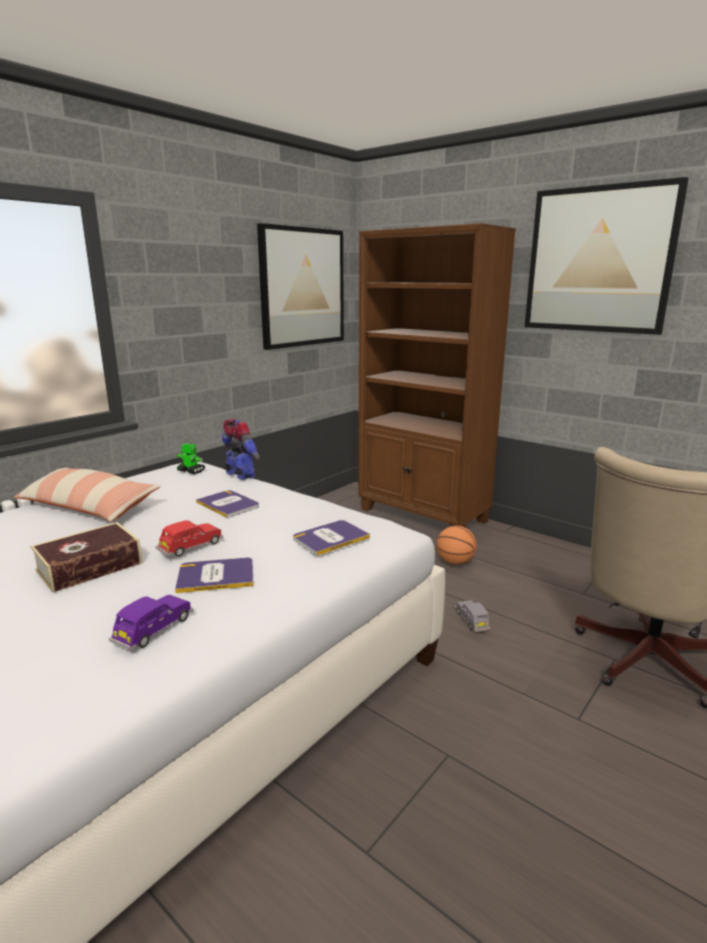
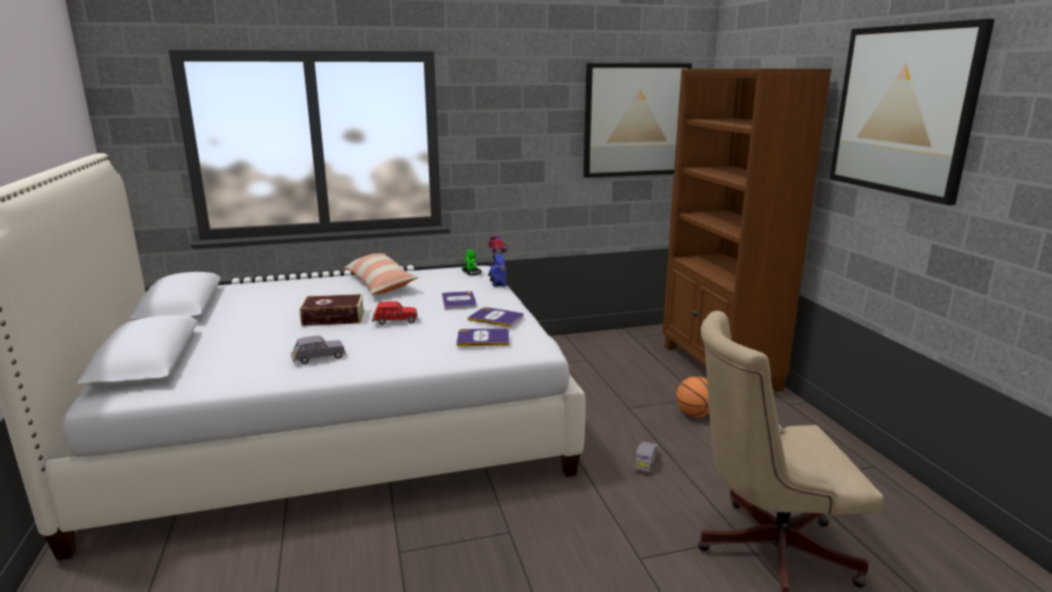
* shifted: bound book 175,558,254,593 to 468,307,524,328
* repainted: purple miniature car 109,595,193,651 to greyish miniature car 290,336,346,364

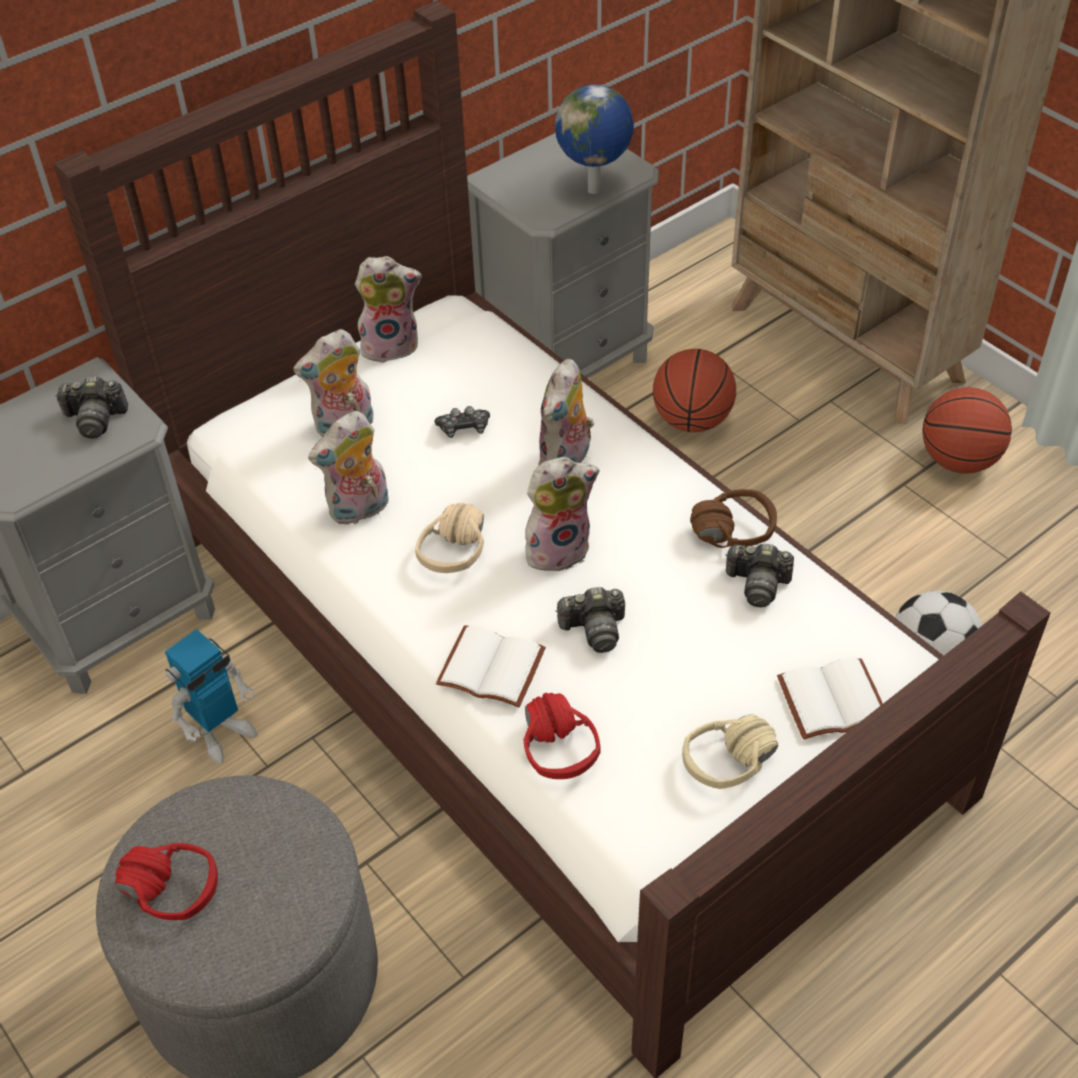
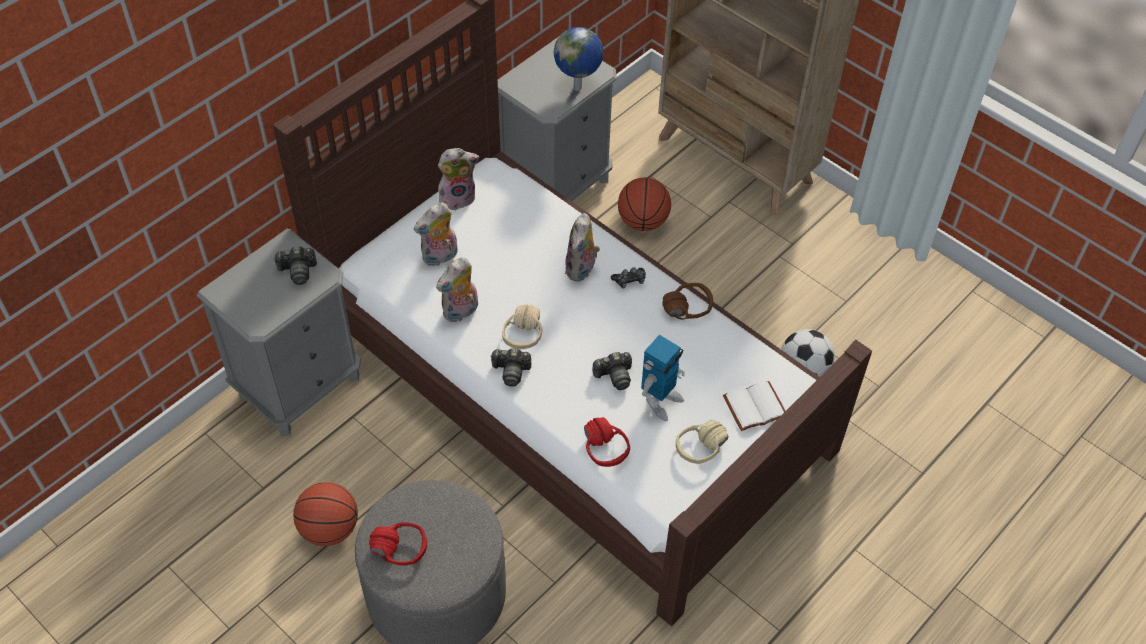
* gone: white bound book 436,625,546,707
* gone: cuddly toy 525,457,600,575
* shifted: robot figure 165,629,258,764 to 641,335,685,421
* shifted: gamepad 435,406,490,438 to 611,267,646,289
* shifted: still camera 725,543,794,607 to 490,348,531,387
* shifted: ball for basketball 922,387,1012,473 to 293,482,358,546

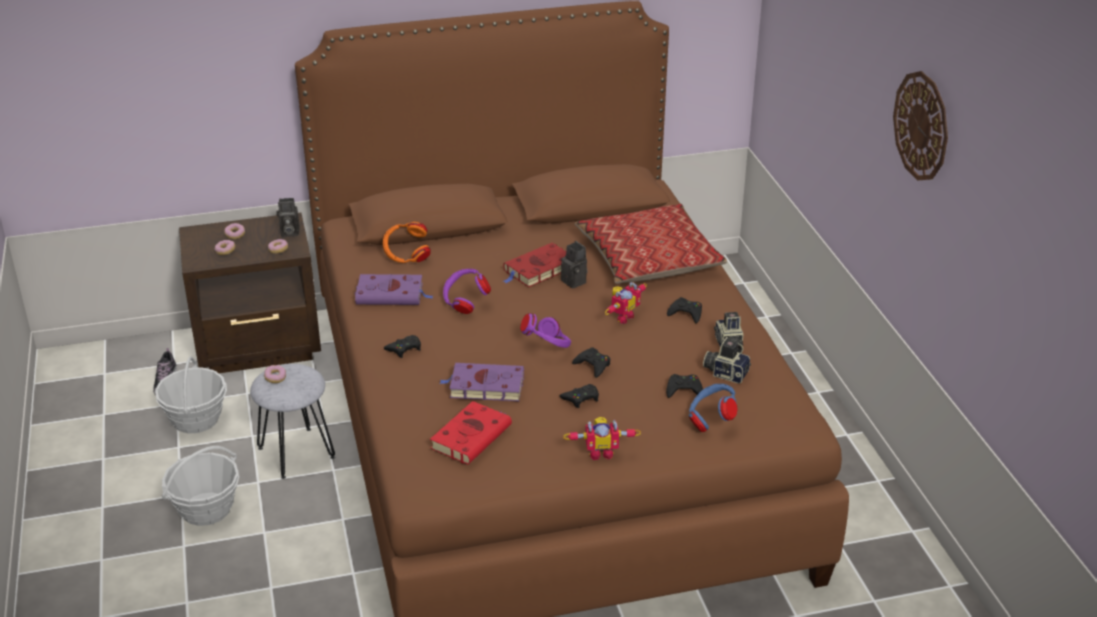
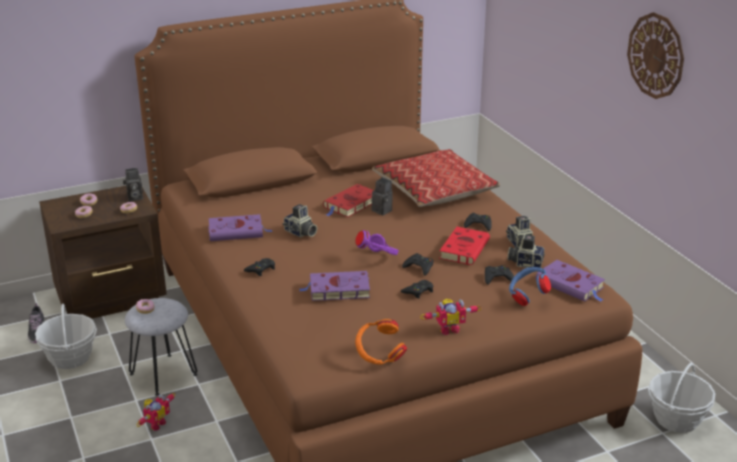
* new: purple bound book 536,260,605,302
* shifted: household basket 162,446,239,526 to 648,363,716,433
* shifted: orangey headset 383,222,431,263 to 355,319,407,364
* shifted: red-coloured bound book 430,401,512,464 to 439,227,490,265
* shifted: robot figure 605,282,647,324 to 137,393,175,431
* swapped: purple headset 443,269,491,314 to still camera 282,204,317,238

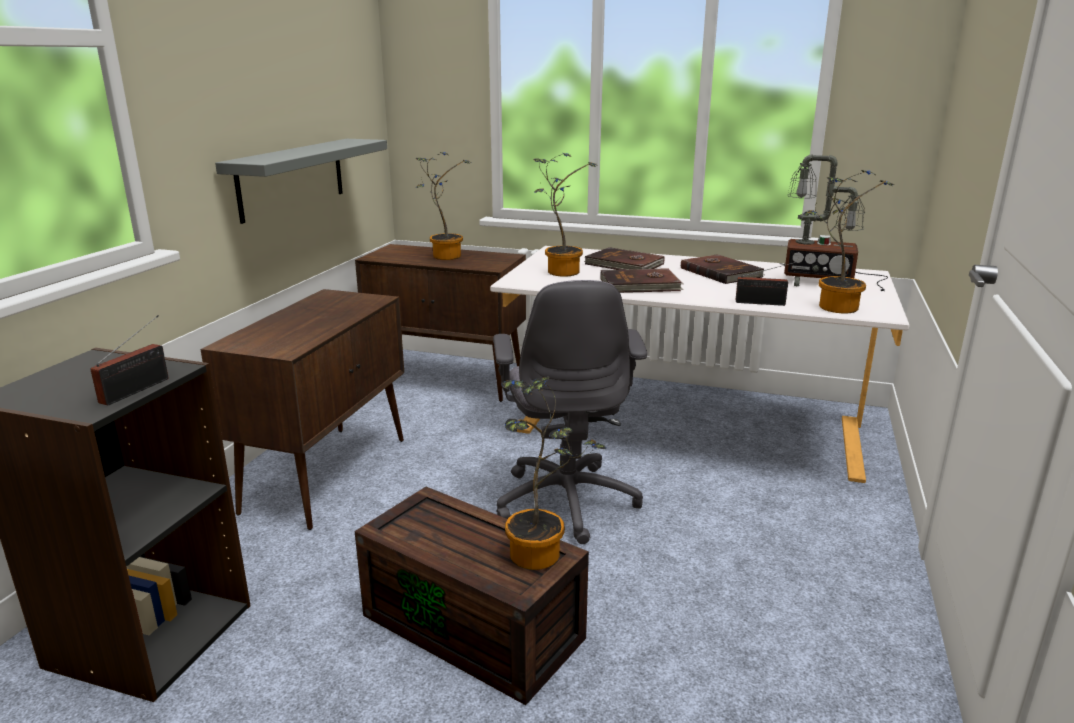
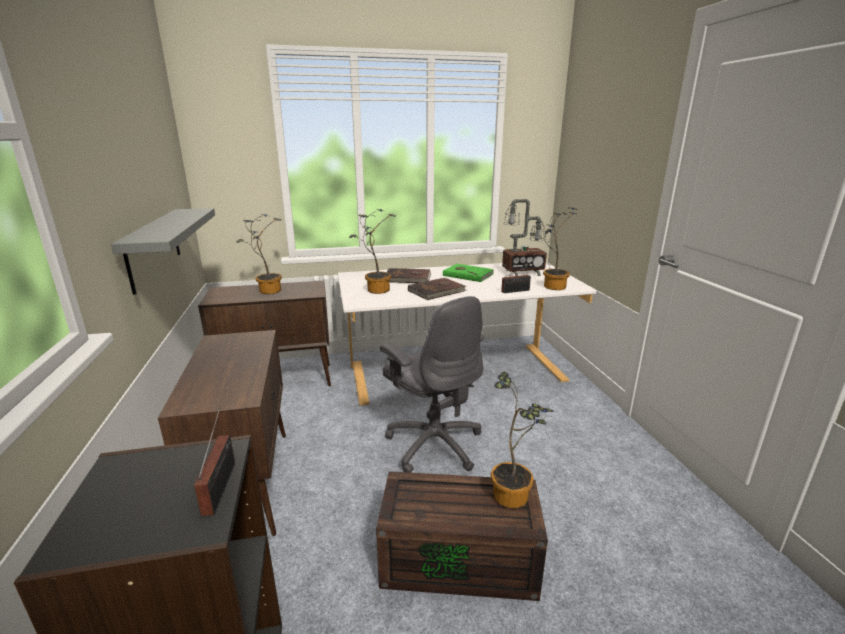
* repainted: brownish bound book 681,254,764,284 to greenish bound book 443,264,494,282

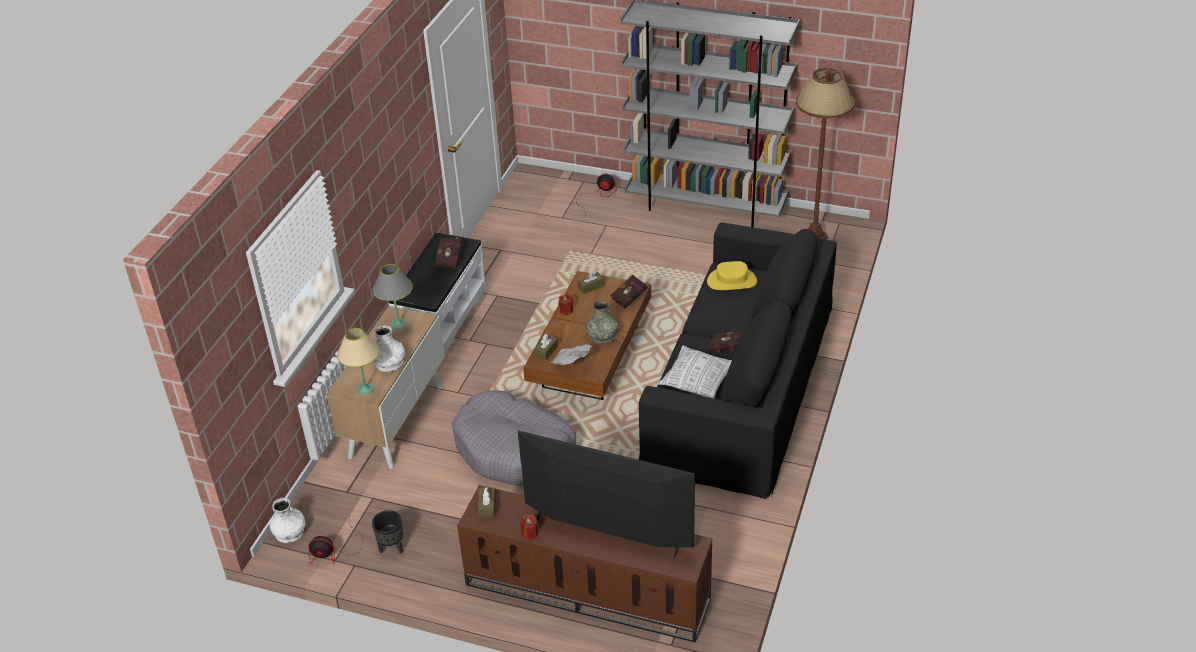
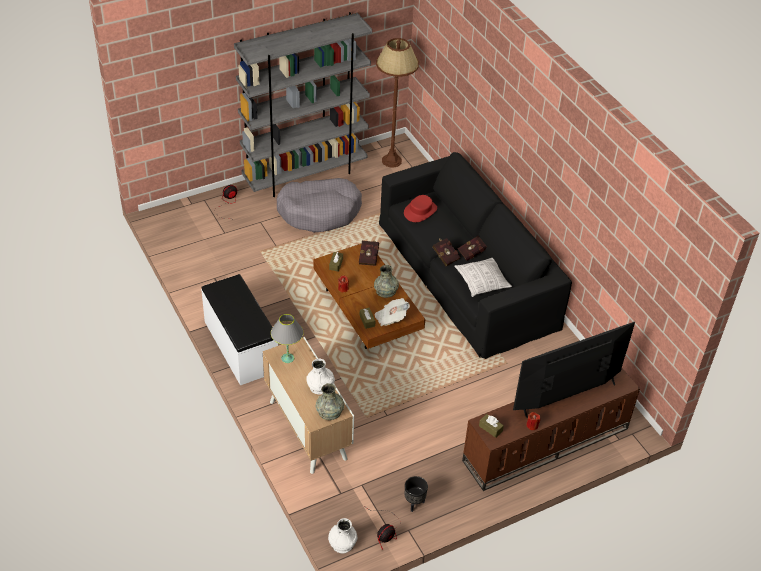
* shifted: red-coloured bound book 435,238,462,268 to 433,238,460,266
* shifted: greyish dog bed 452,390,576,486 to 276,178,362,232
* swapped: sand-coloured table lamp 337,328,379,395 to greyish decorative vase 316,383,344,420
* repainted: yellow hat 707,261,757,290 to red-coloured hat 404,195,437,222

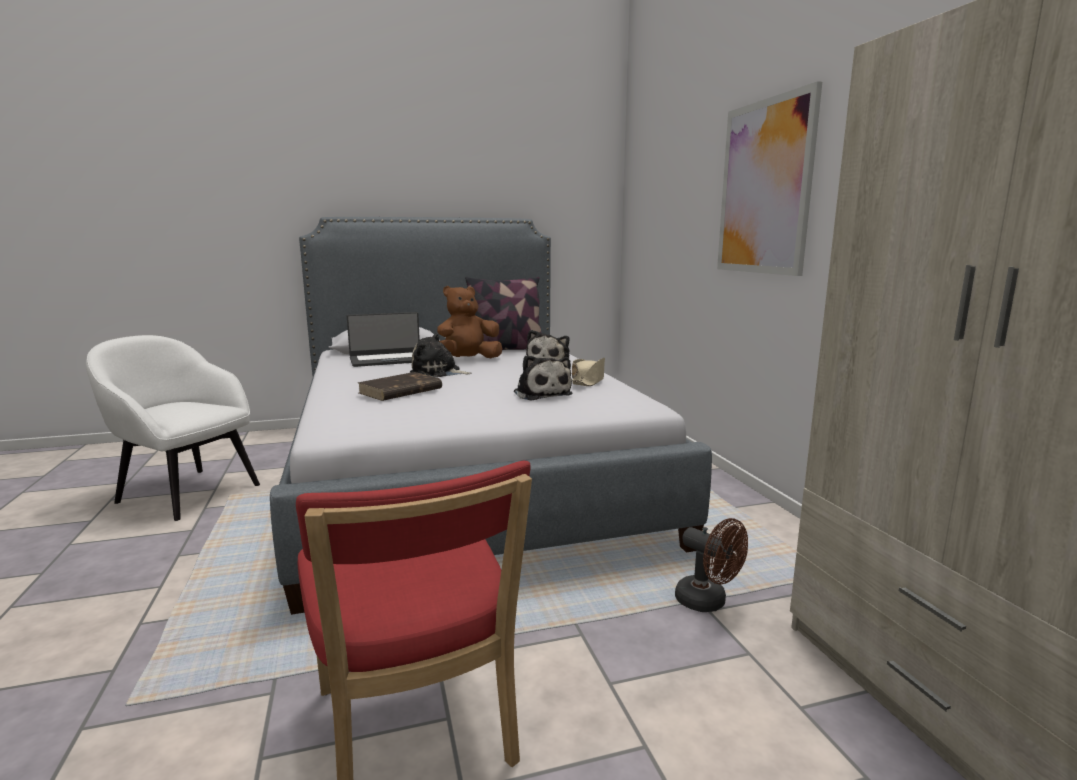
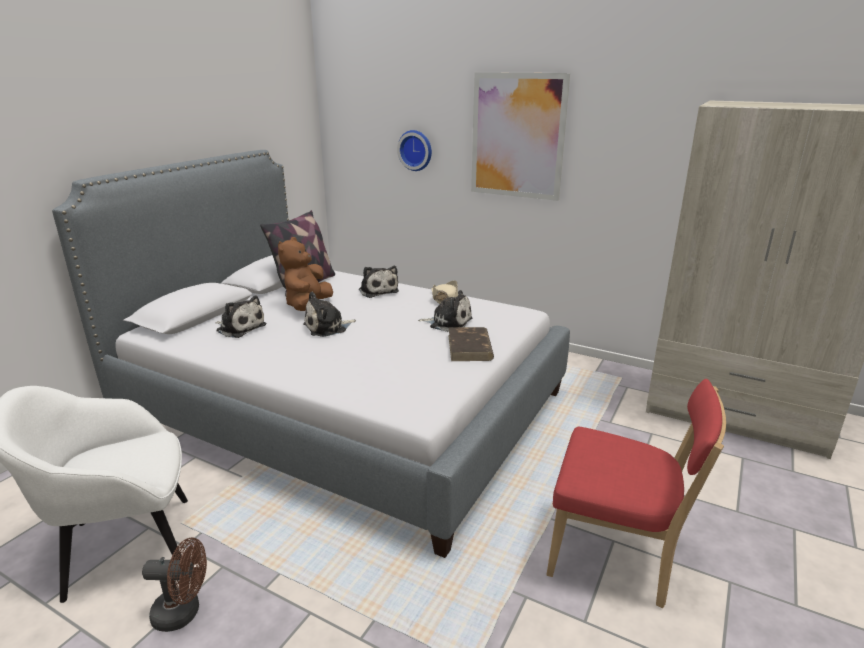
* new: wall clock 397,130,432,171
* shifted: brownish bound book 357,372,442,401 to 448,327,494,361
* shifted: brownish cooling fan 675,518,748,612 to 142,537,207,632
* swapped: notebook computer 347,312,420,367 to cuddly toy 215,296,266,338

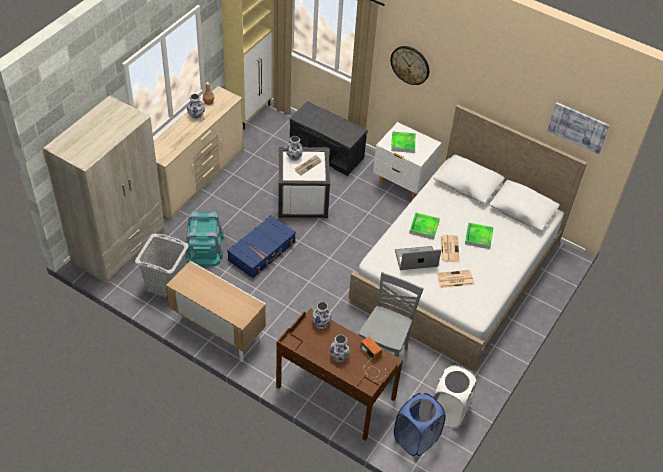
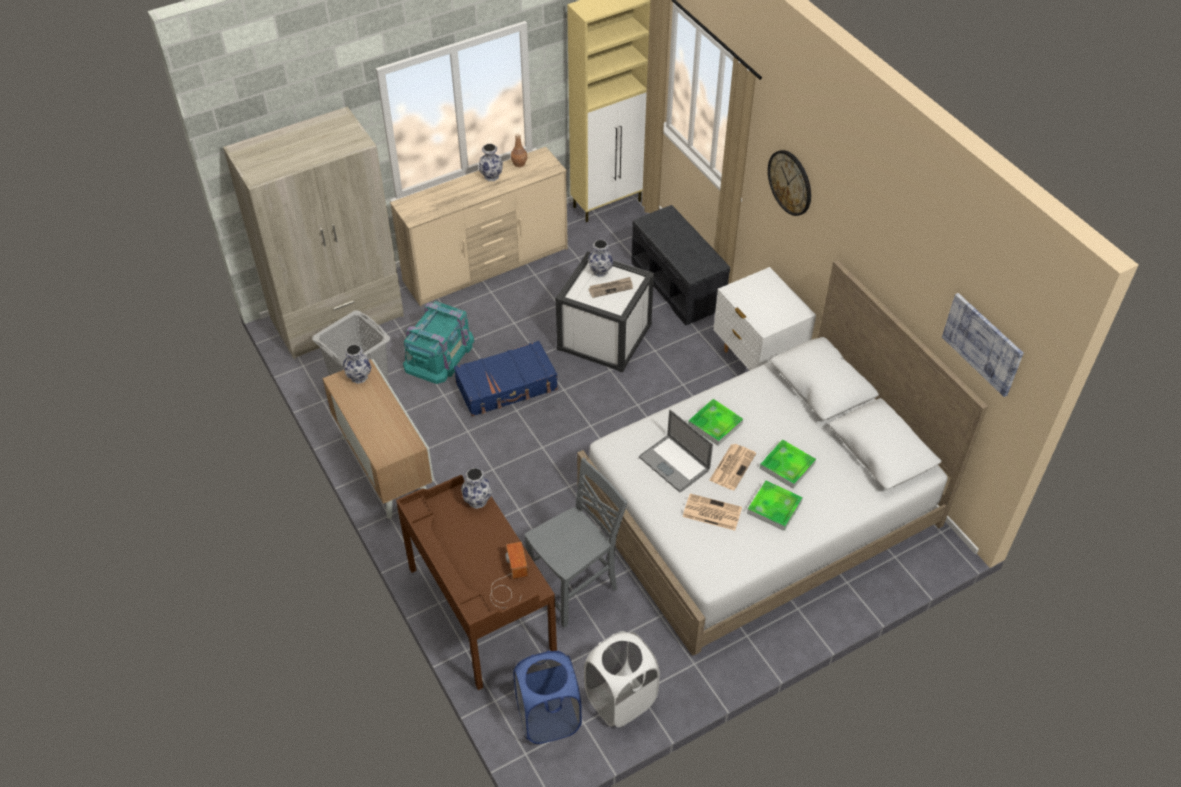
* shifted: decorative vase 330,335,350,362 to 343,344,371,384
* shifted: tray 391,131,416,153 to 747,481,803,531
* rotated: notebook computer 395,246,441,270 = 639,409,713,492 150 degrees counterclockwise

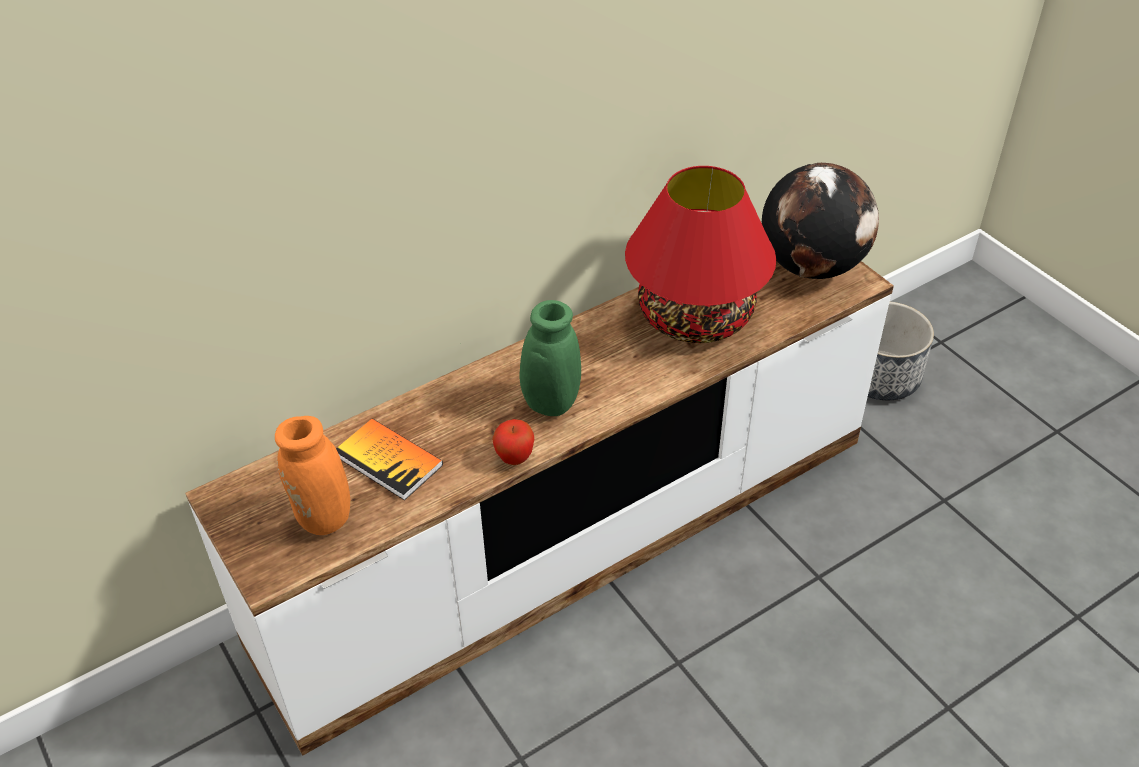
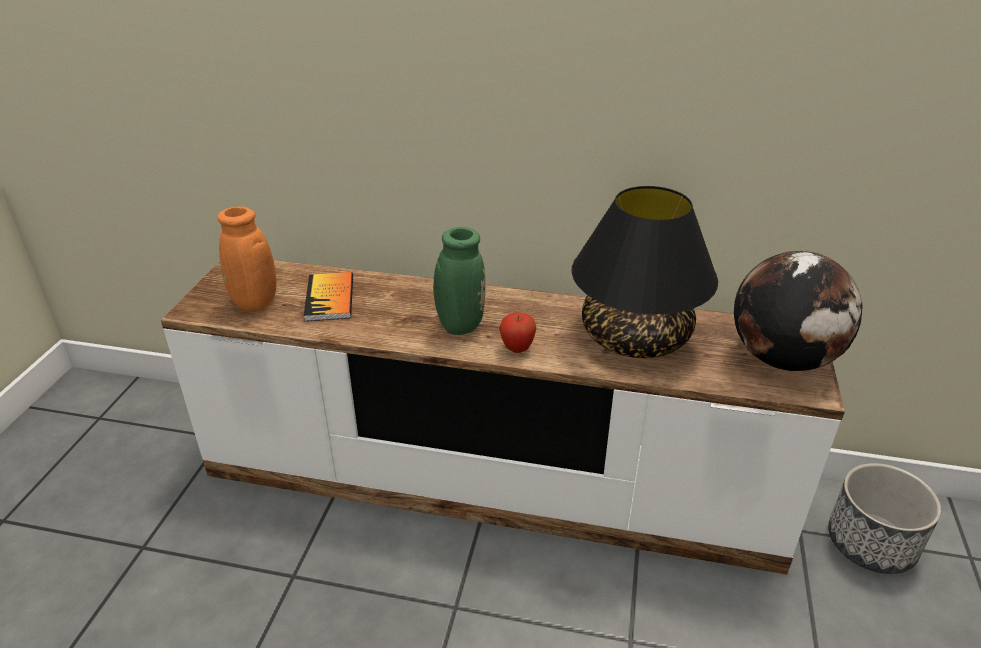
* shifted: apple fruit 492,419,534,465 to 499,312,537,353
* repainted: red-coloured table lamp 625,166,776,343 to blackish table lamp 572,186,718,358

